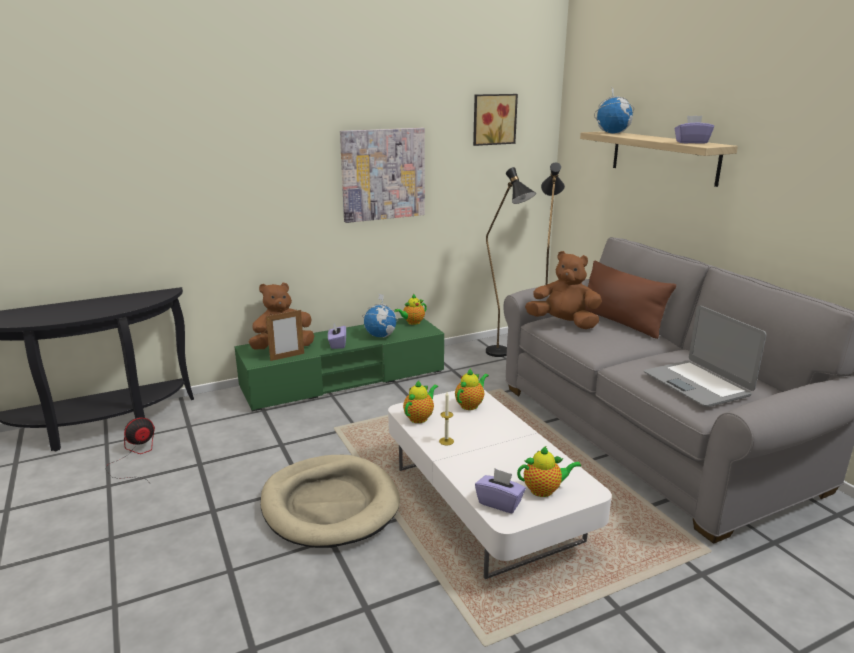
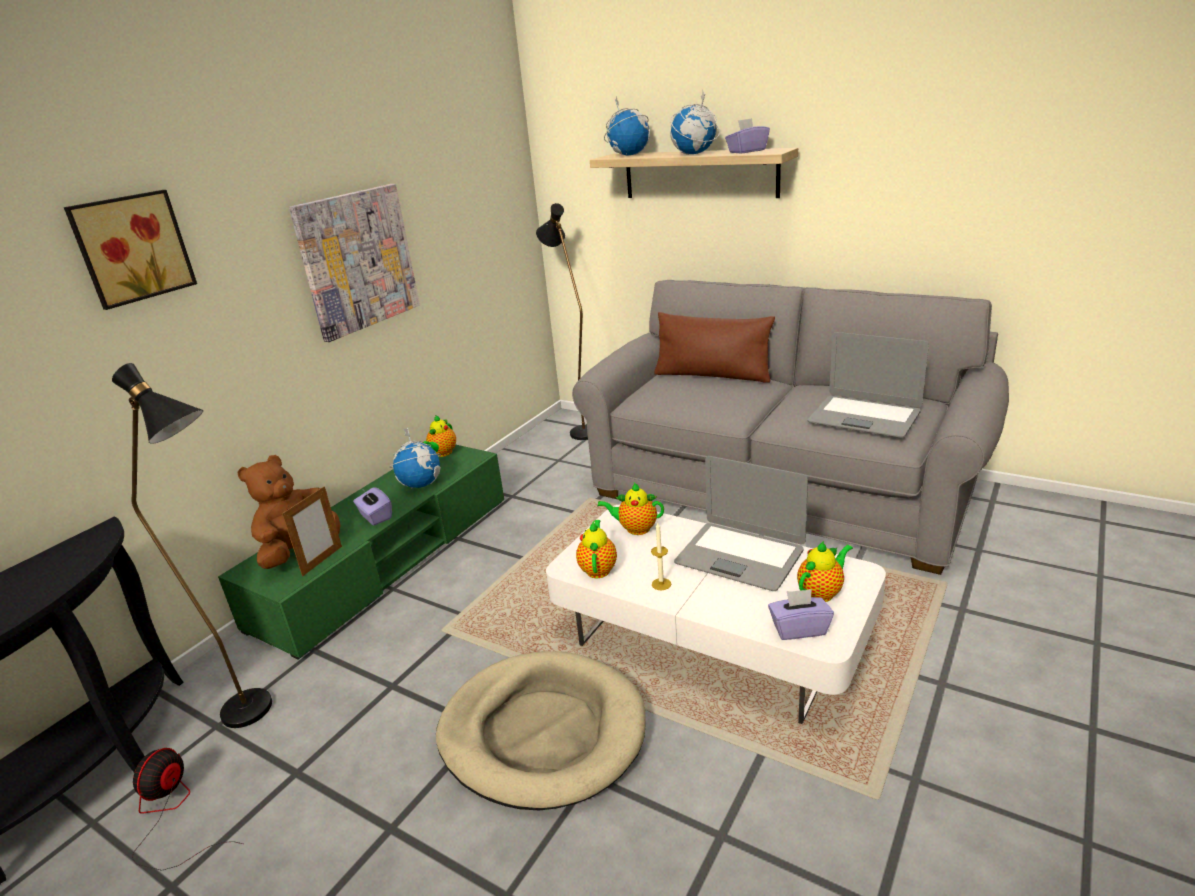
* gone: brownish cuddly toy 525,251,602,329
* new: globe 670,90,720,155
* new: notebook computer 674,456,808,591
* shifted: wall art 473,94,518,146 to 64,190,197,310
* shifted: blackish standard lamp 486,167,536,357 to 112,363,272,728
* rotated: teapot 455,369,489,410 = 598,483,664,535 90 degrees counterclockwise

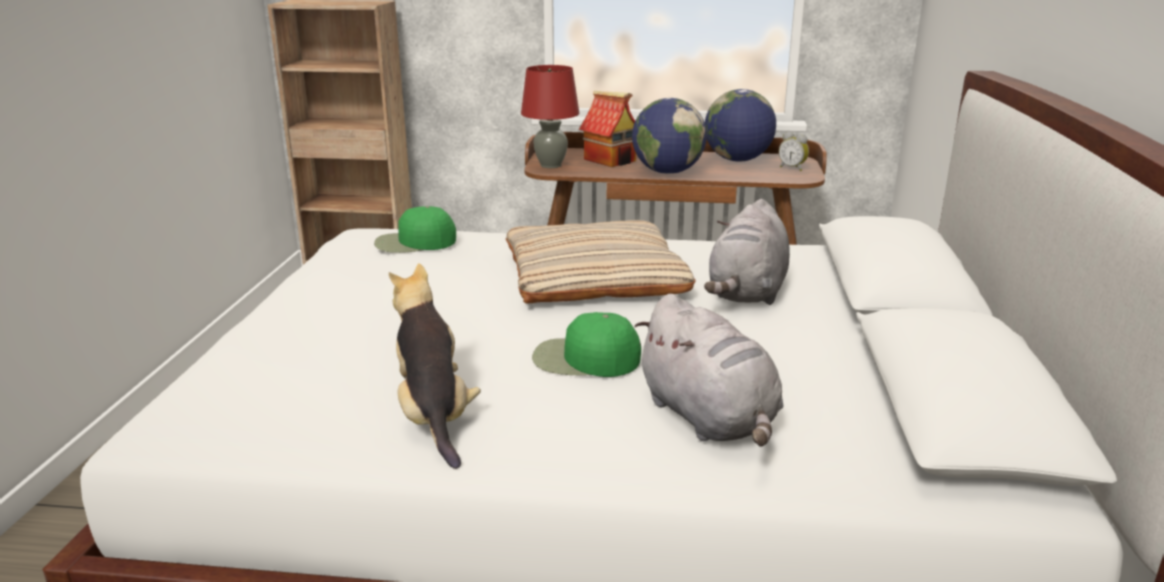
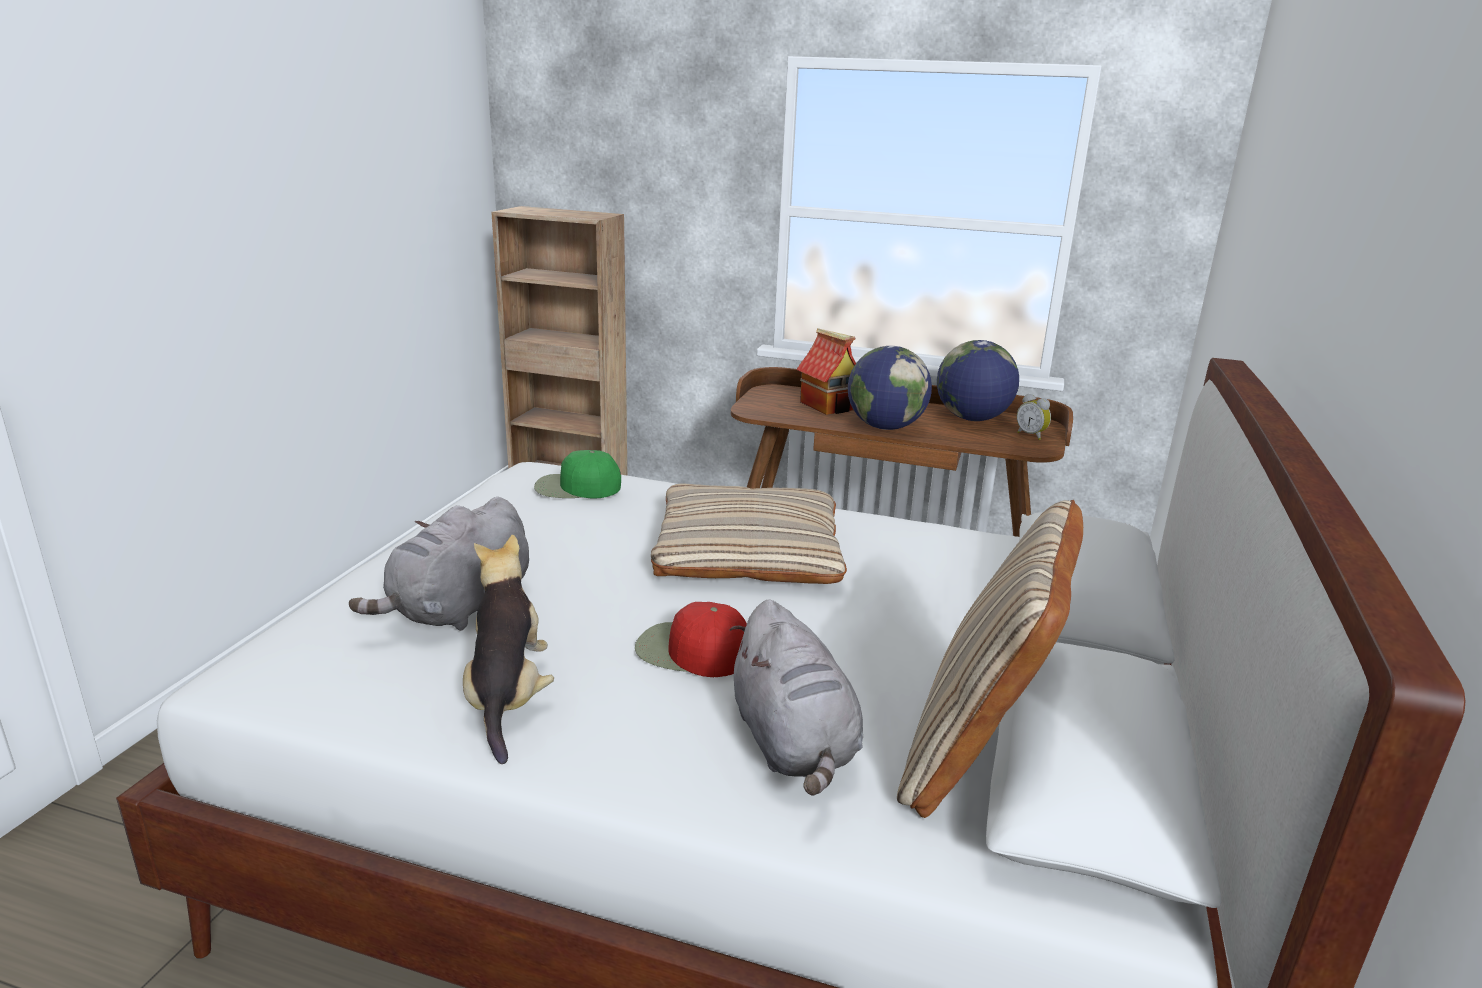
* gone: red-coloured table lamp 521,65,579,168
* new: sand-coloured pillow 897,500,1083,818
* shifted: greyish cuddly toy 704,199,790,305 to 349,497,529,631
* repainted: greenish cap 532,312,641,377 to red-coloured cap 635,602,747,677

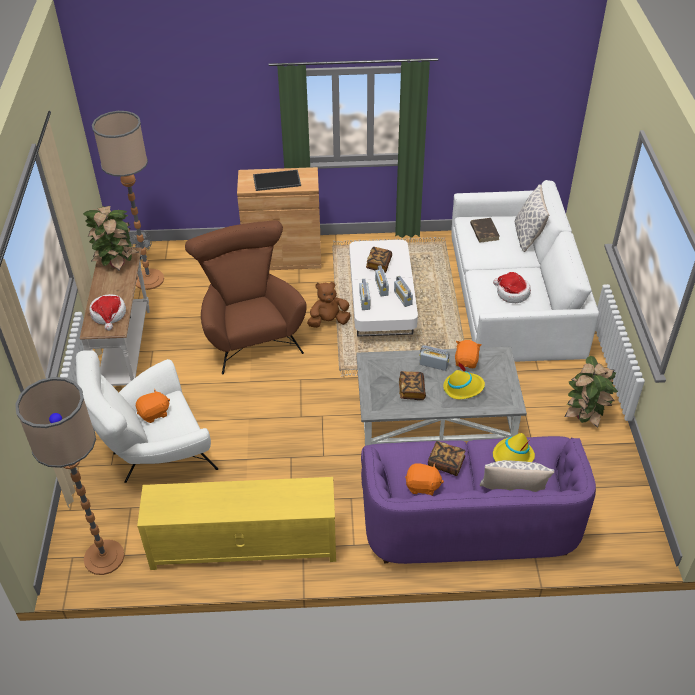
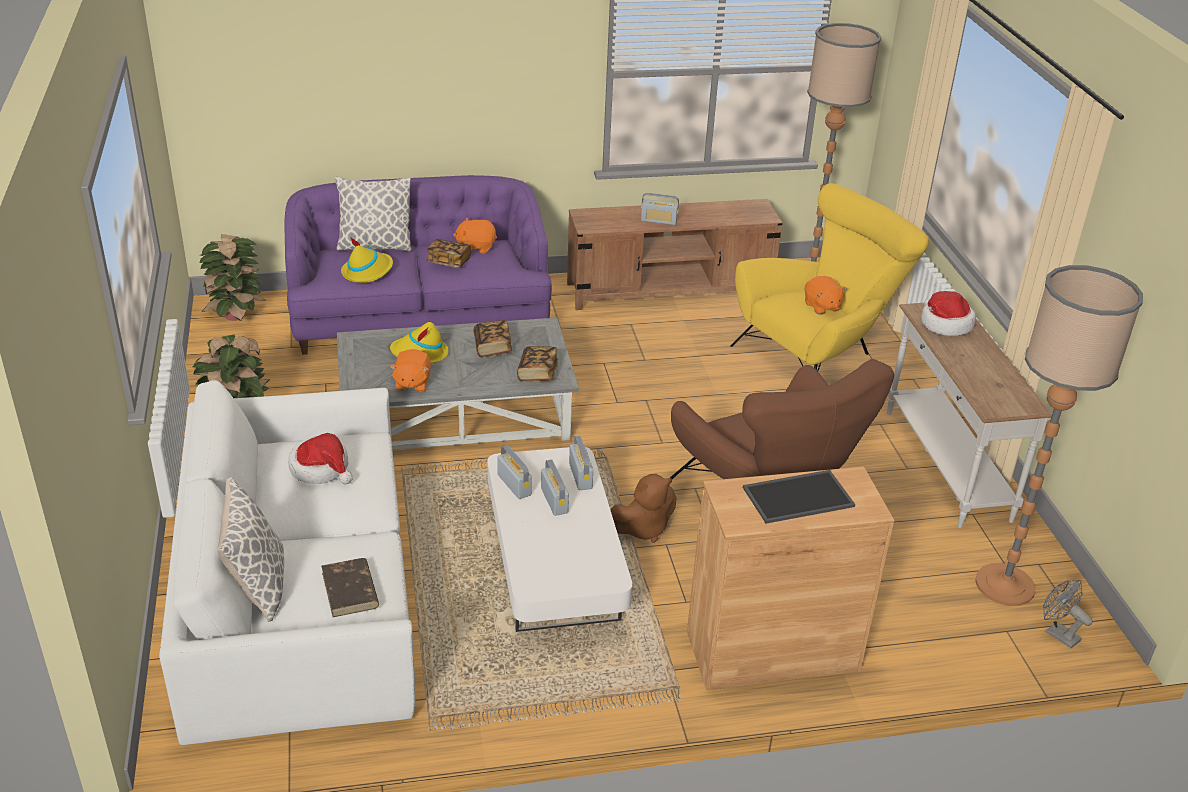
* shifted: plant in a pot 83,206,139,270 to 199,234,265,321
* shifted: bound book 366,247,392,273 to 517,346,558,382
* shifted: radio receiver 419,345,449,371 to 641,193,679,225
* repainted: white easy chair 76,350,218,483 to yellow easy chair 730,183,929,371
* repainted: yellow tv stand 137,477,336,570 to brownish tv stand 567,199,783,310
* rotated: orangey cuddly toy 136,389,170,423 = 804,276,847,315 75 degrees counterclockwise

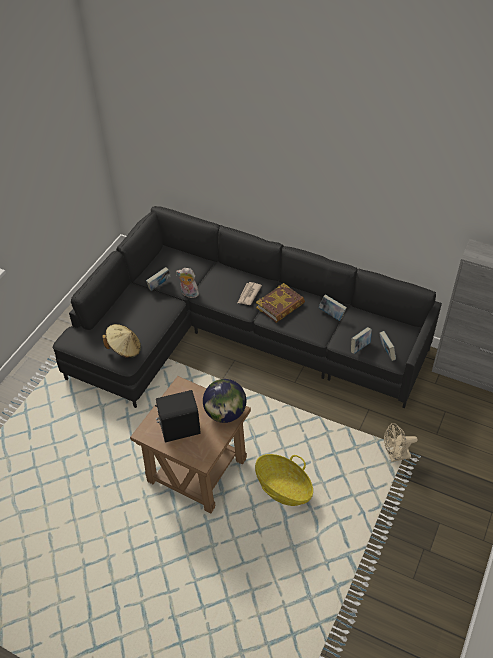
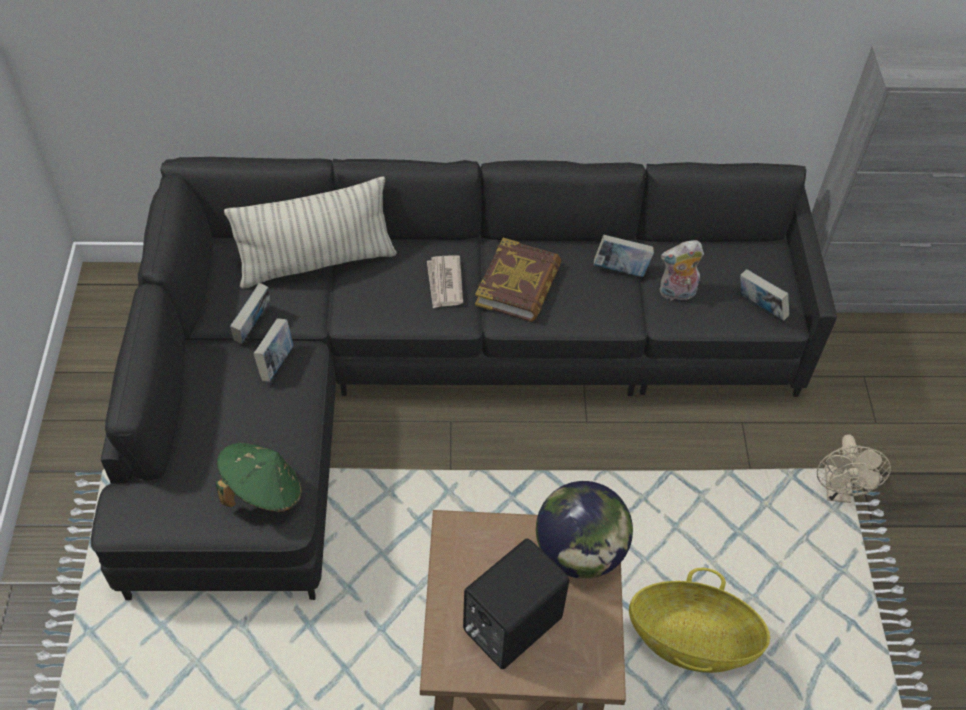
* new: pillow 224,176,396,289
* shifted: cuddly toy 176,268,199,298 to 660,240,704,300
* shifted: bound book 351,327,372,354 to 254,319,293,382
* repainted: sand-coloured hat 102,324,141,358 to greenish hat 215,443,302,512
* rotated: sand-coloured cooling fan 384,423,418,462 = 817,434,891,503 45 degrees counterclockwise

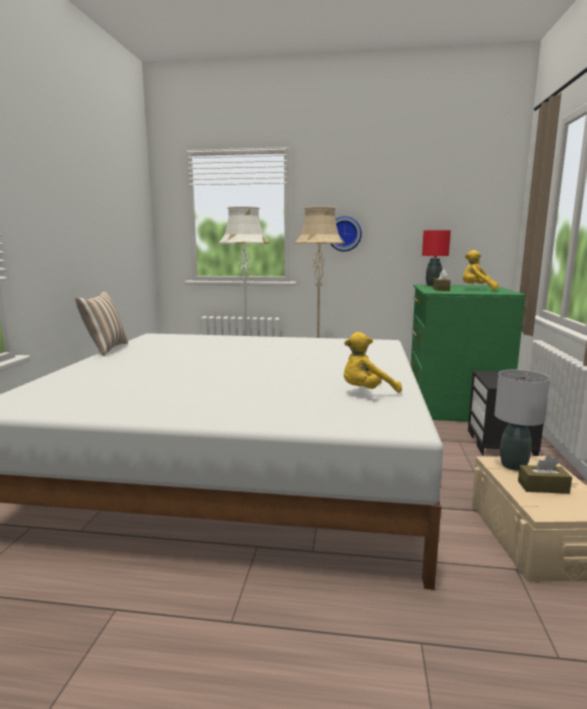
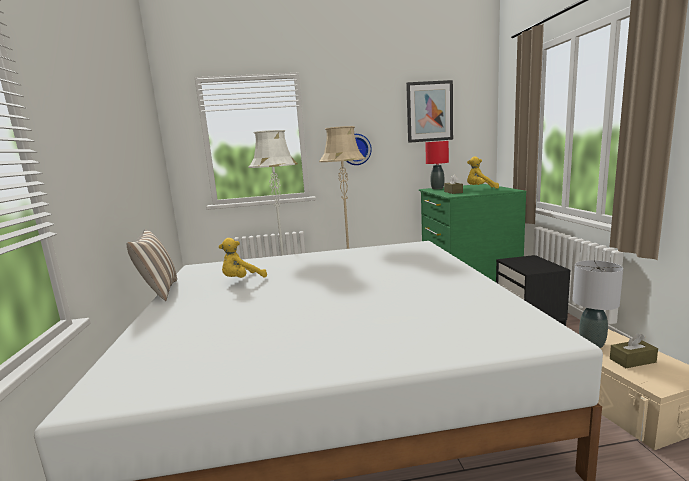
* new: wall art 406,80,453,143
* shifted: yellow cuddly toy 344,332,402,393 to 219,238,267,278

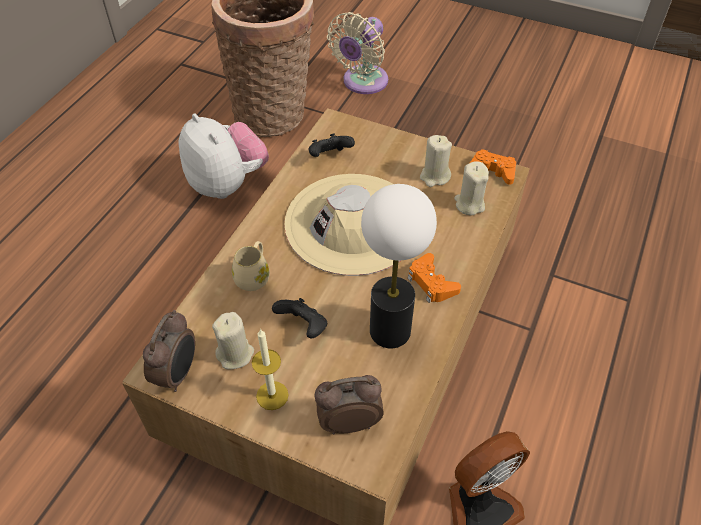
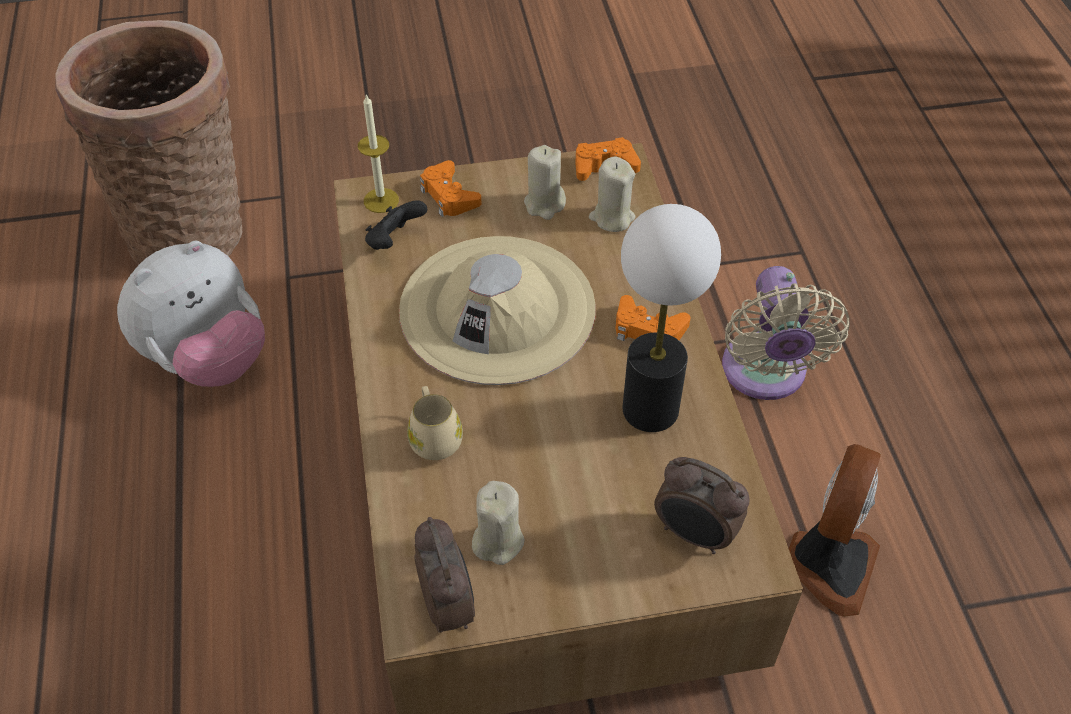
* gone: blackish gamepad 272,298,327,338
* new: orangey gamepad 420,160,482,217
* shifted: wax light 252,329,289,410 to 358,94,399,213
* shifted: sand-coloured cooling fan 327,12,388,94 to 722,266,850,400
* rotated: cuddly toy 179,113,269,199 = 117,241,265,387 120 degrees clockwise
* rotated: alarm clock 315,375,384,434 = 654,457,750,554 105 degrees counterclockwise

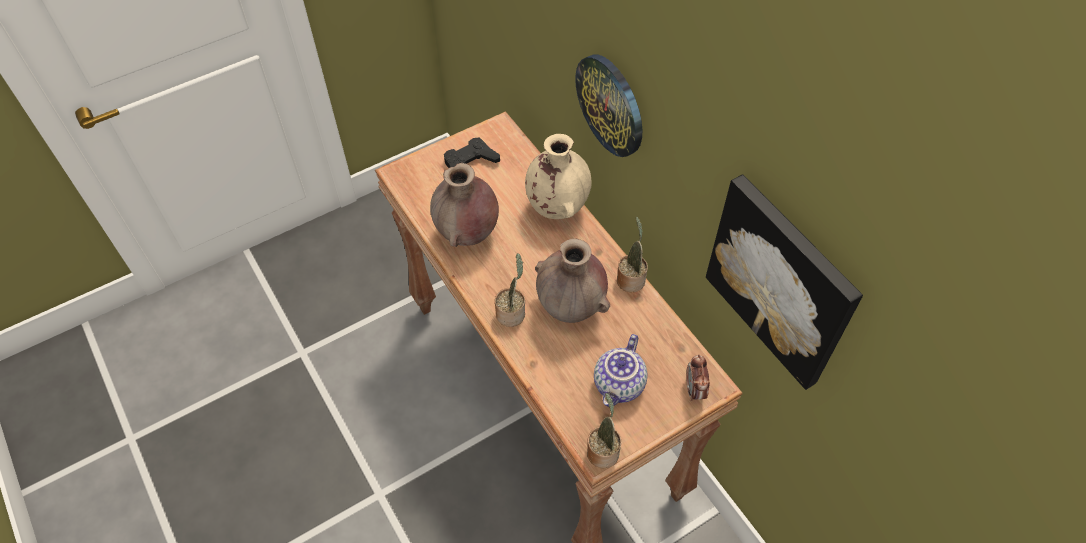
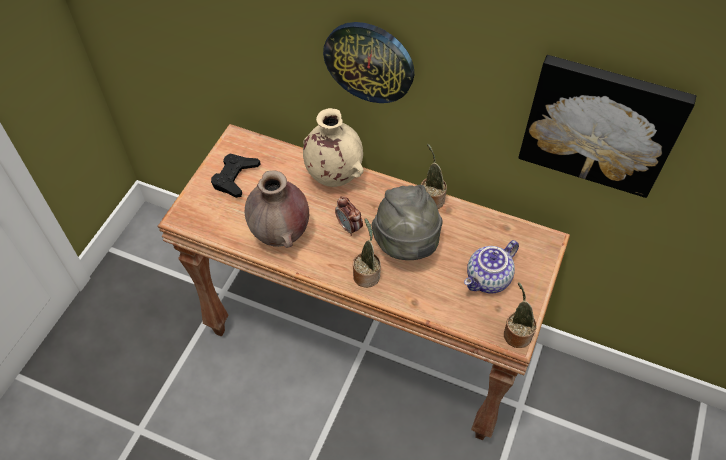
* shifted: alarm clock 686,354,710,401 to 335,196,363,236
* swapped: brownish decorative vase 535,238,610,323 to greyish hat 372,185,443,260
* rotated: teapot 594,334,647,407 = 464,240,519,294 60 degrees clockwise

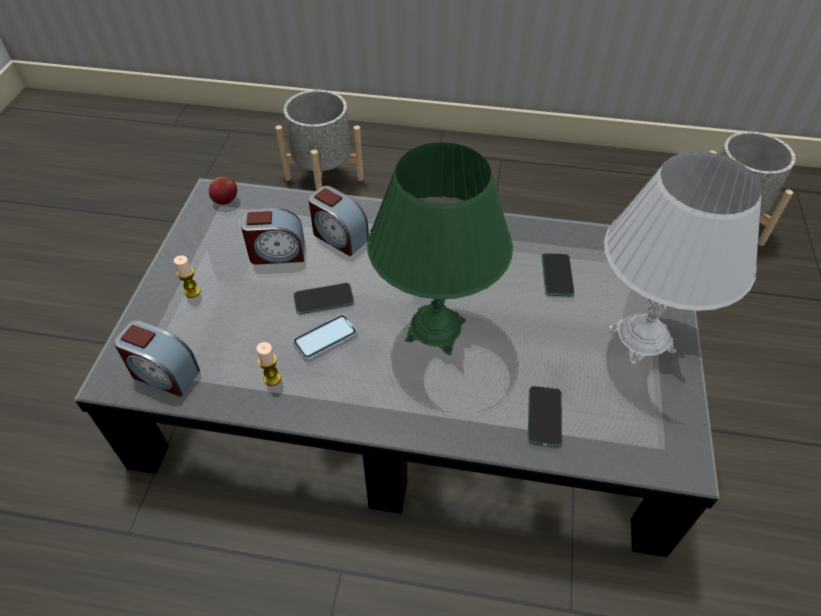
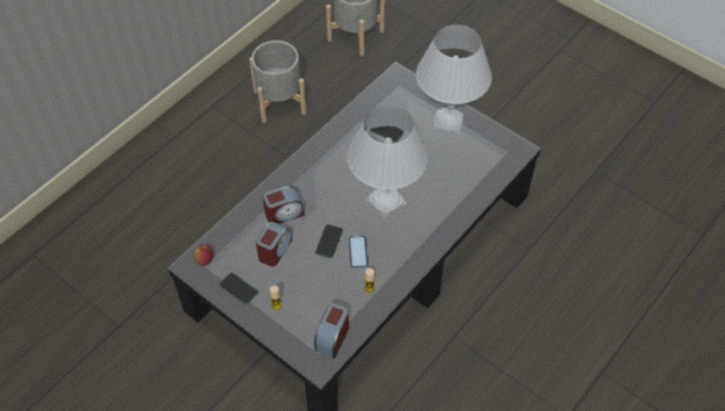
* shifted: greyish plant pot 275,90,364,191 to 249,40,306,123
* shifted: telephone 528,386,562,447 to 219,272,259,305
* repainted: greenish table lamp 367,142,513,355 to white table lamp 347,105,428,218
* rotated: alarm clock 114,321,200,397 = 314,304,349,359 150 degrees clockwise

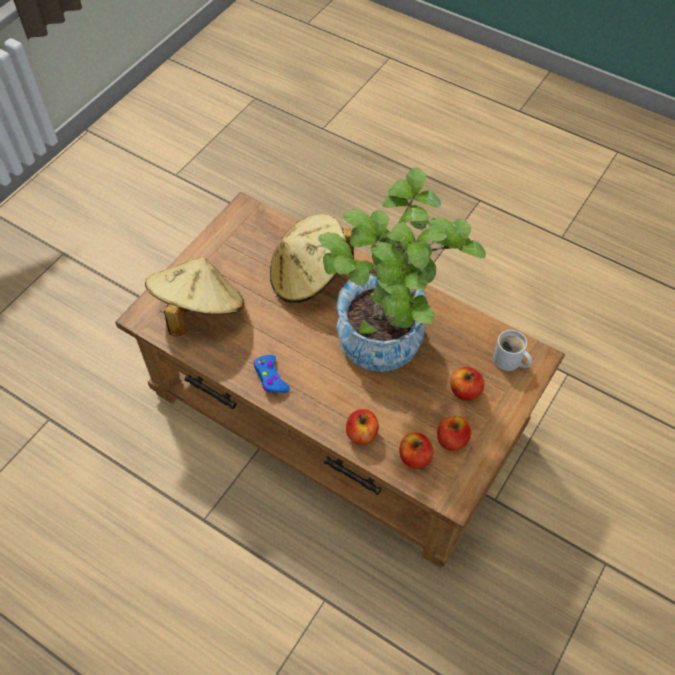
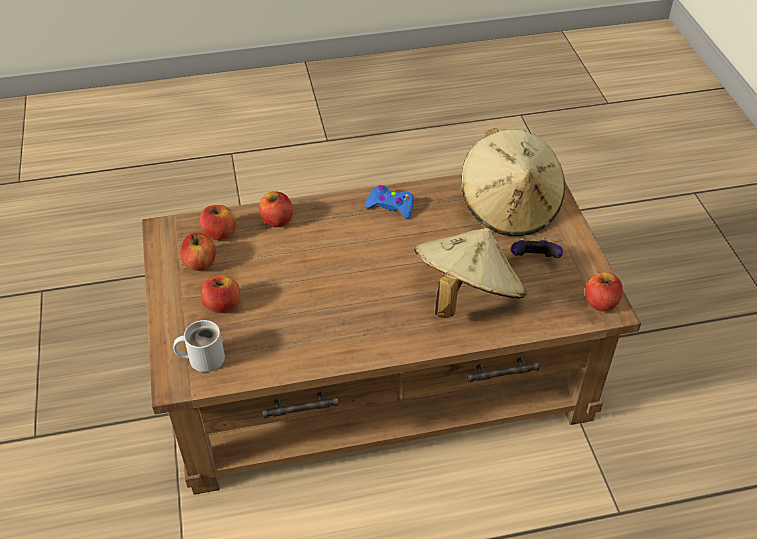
* gone: plant in a pot 318,168,486,372
* new: gamepad 511,238,563,258
* new: apple fruit 585,272,623,312

